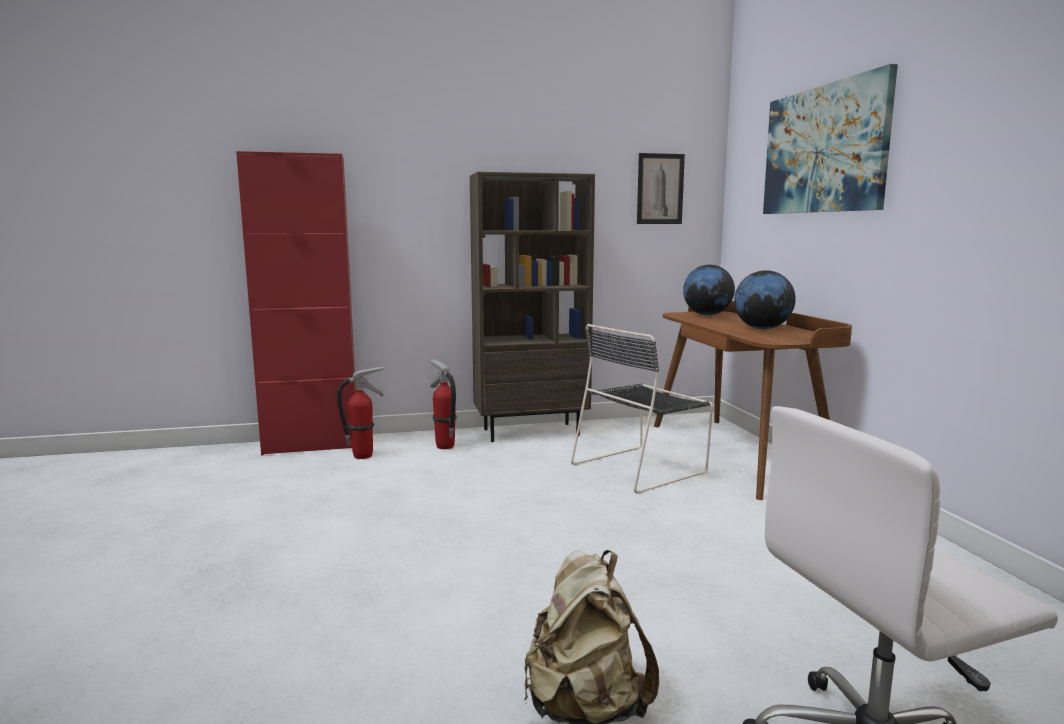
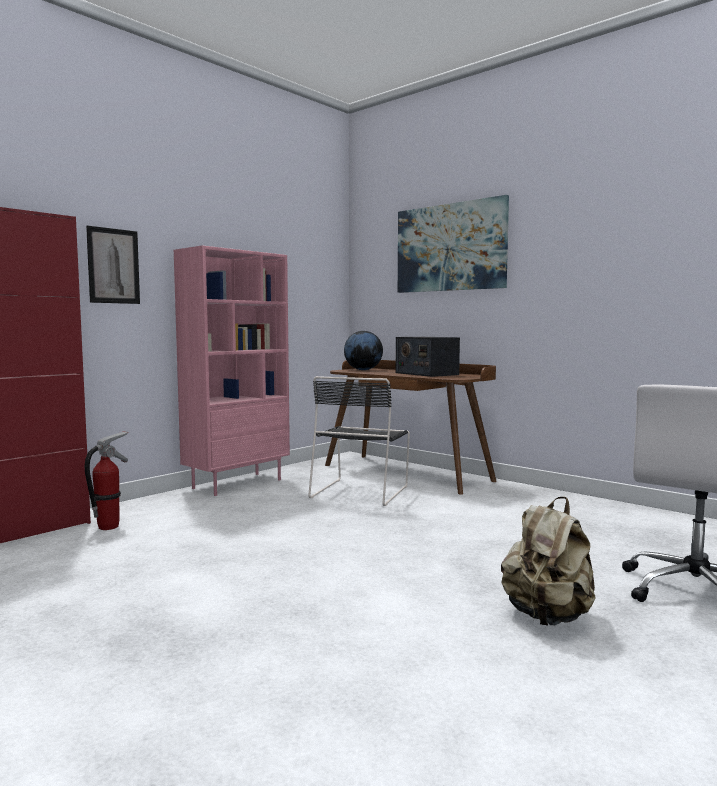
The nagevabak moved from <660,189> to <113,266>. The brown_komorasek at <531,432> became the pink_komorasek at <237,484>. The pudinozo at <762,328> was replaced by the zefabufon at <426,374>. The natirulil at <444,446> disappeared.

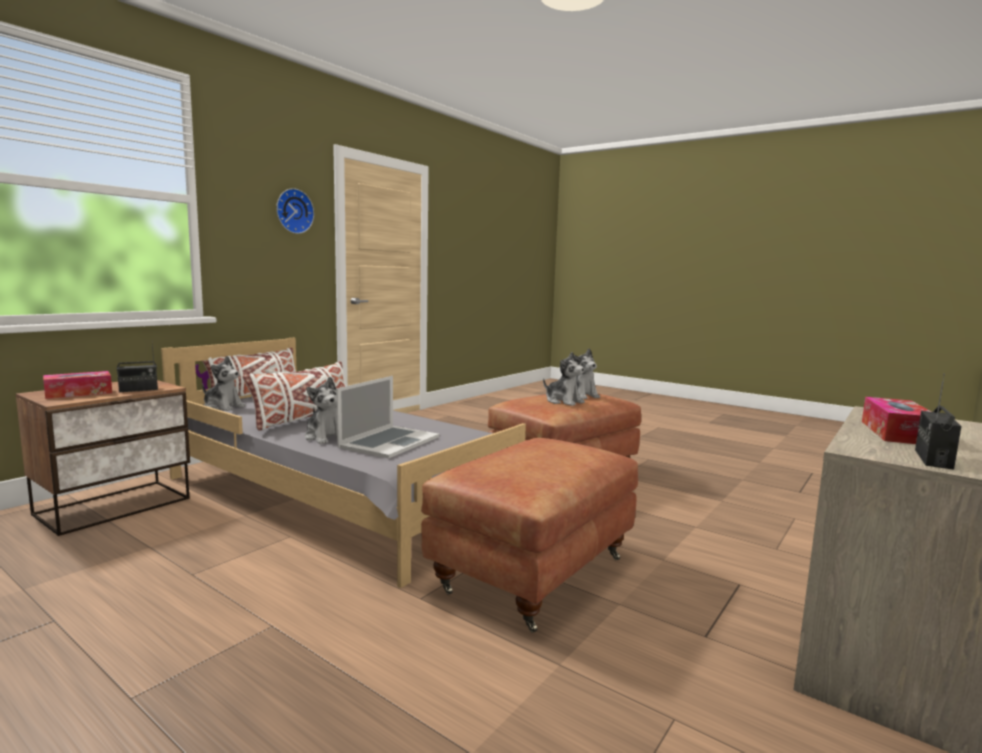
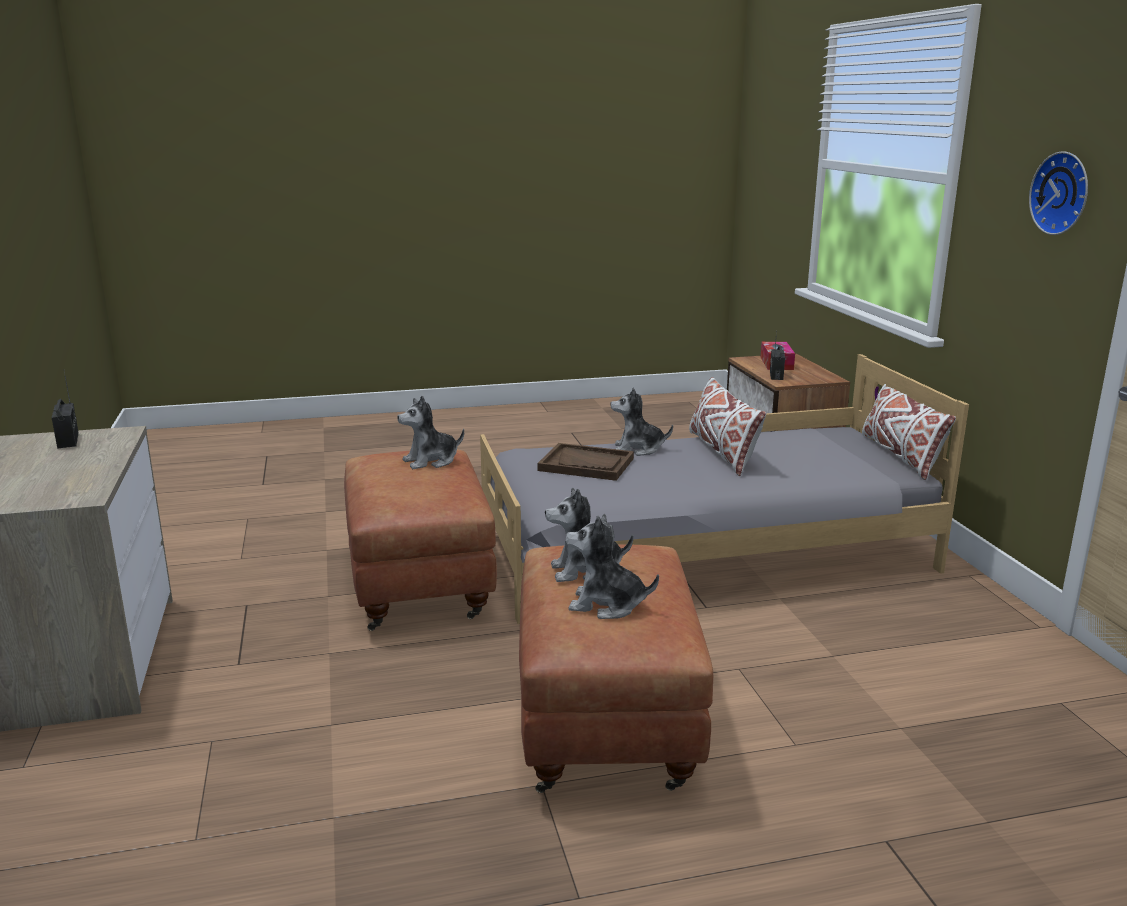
The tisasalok moved from <223,407> to <431,461>. The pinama at <389,442> was replaced by the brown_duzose at <586,464>. The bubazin at <896,433> disappeared.

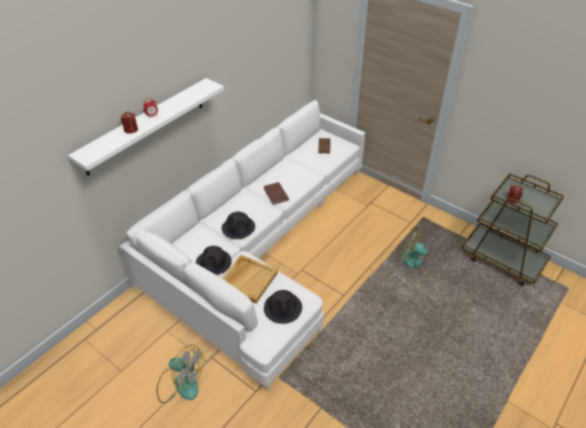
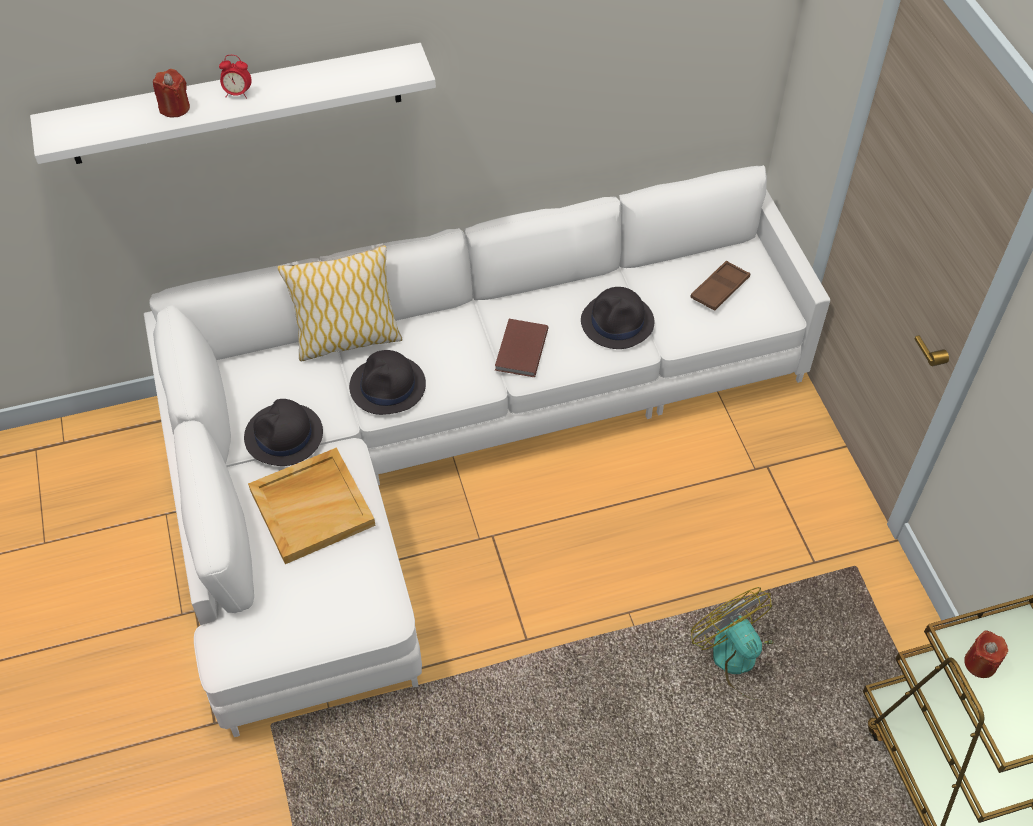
The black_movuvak moved from <283,308> to <618,322>. The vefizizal at <180,383> disappeared. The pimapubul at <347,339> appeared.

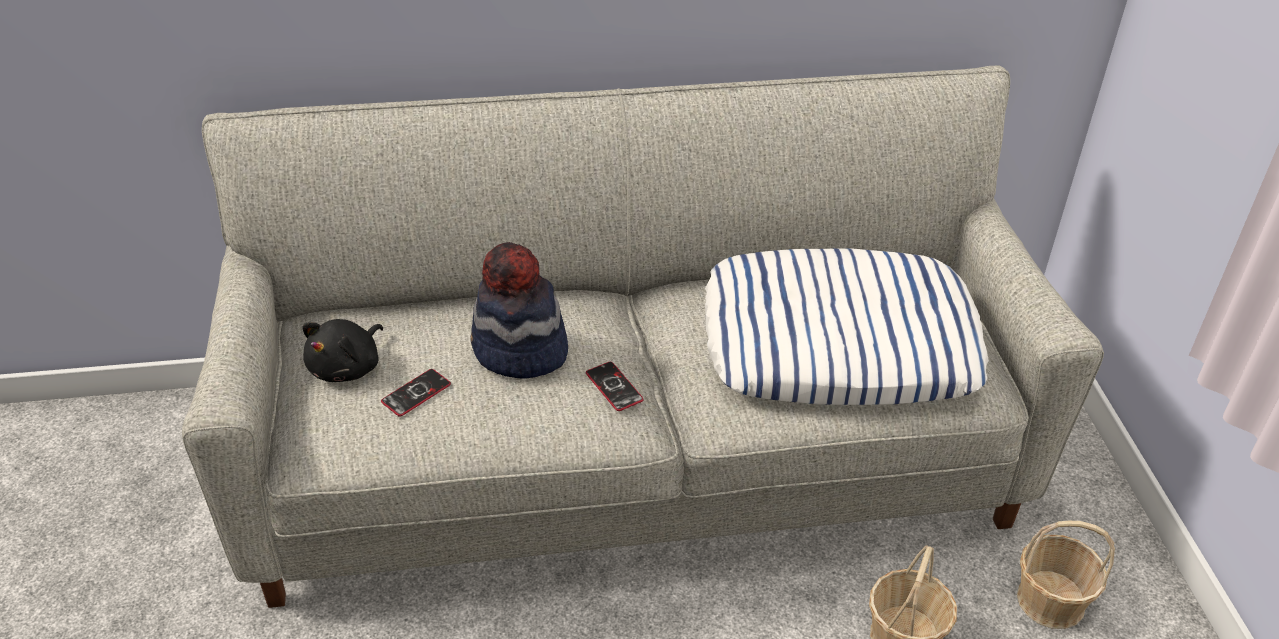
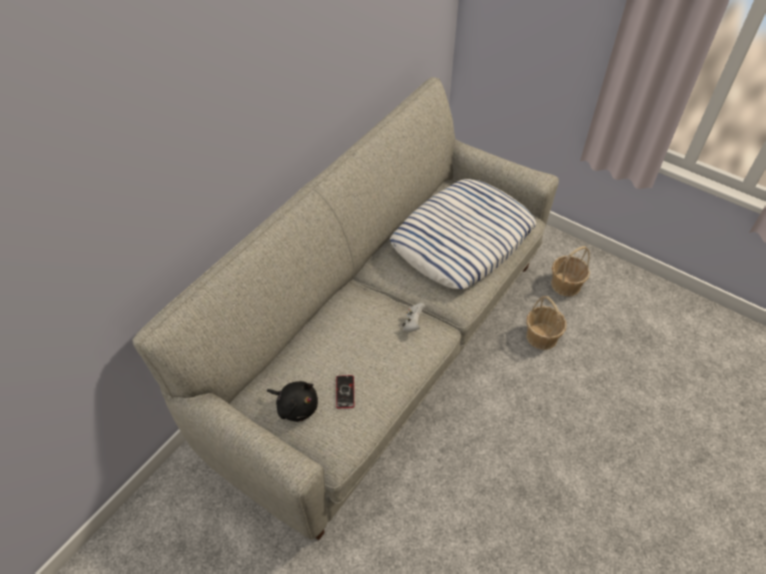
The movuvak at <519,350> disappeared. The black_tisasalok at <347,367> turned 45 degrees counterclockwise. The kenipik at <614,387> was replaced by the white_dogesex at <412,323>.

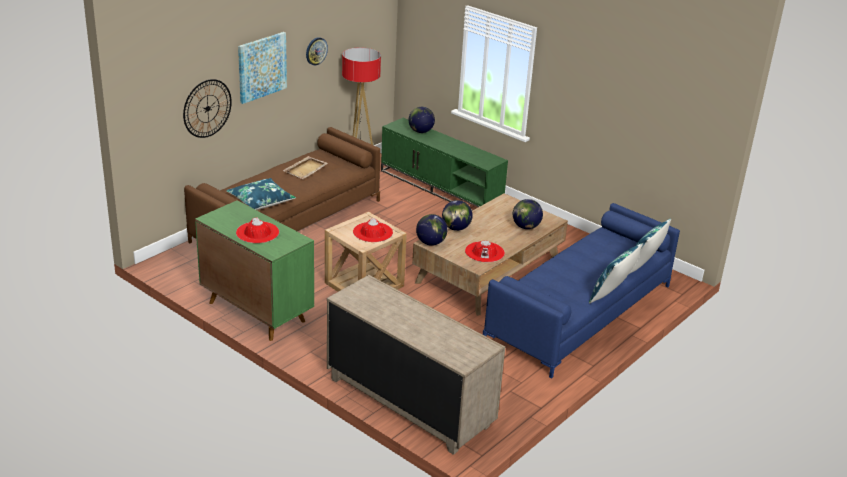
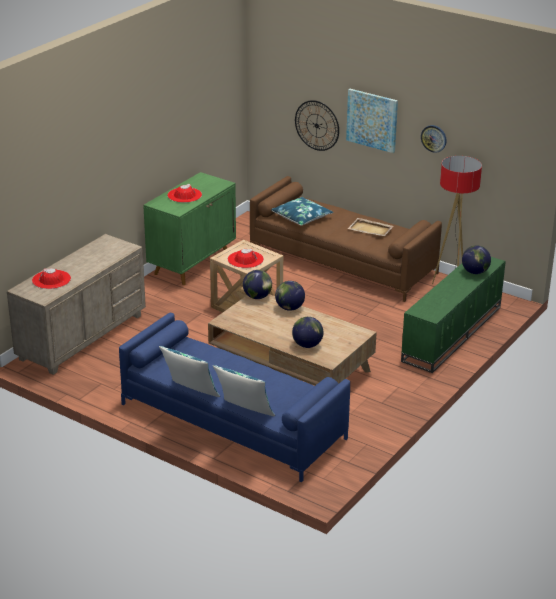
The red_movuvak moved from <484,252> to <51,279>.

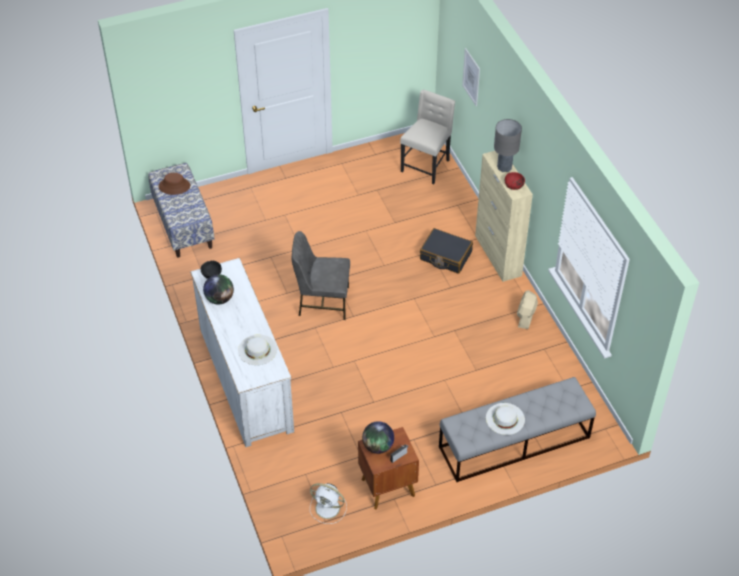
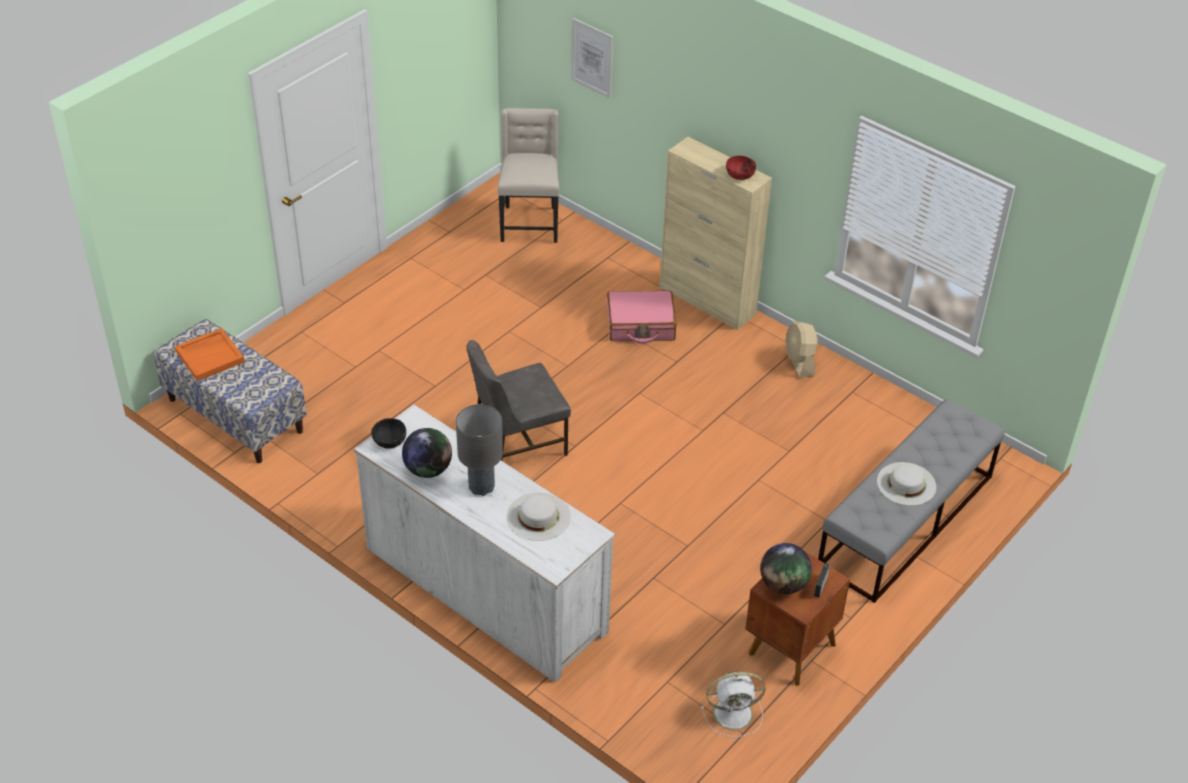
The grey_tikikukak moved from <504,167> to <482,487>. The brown_movuvak at <174,186> was replaced by the orange_duzose at <210,356>. The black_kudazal at <445,256> became the pink_kudazal at <640,325>.

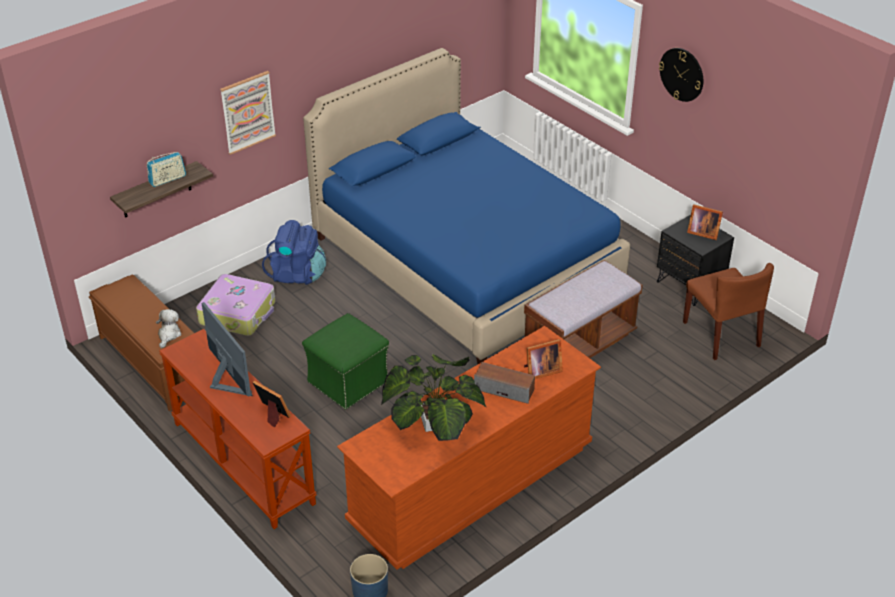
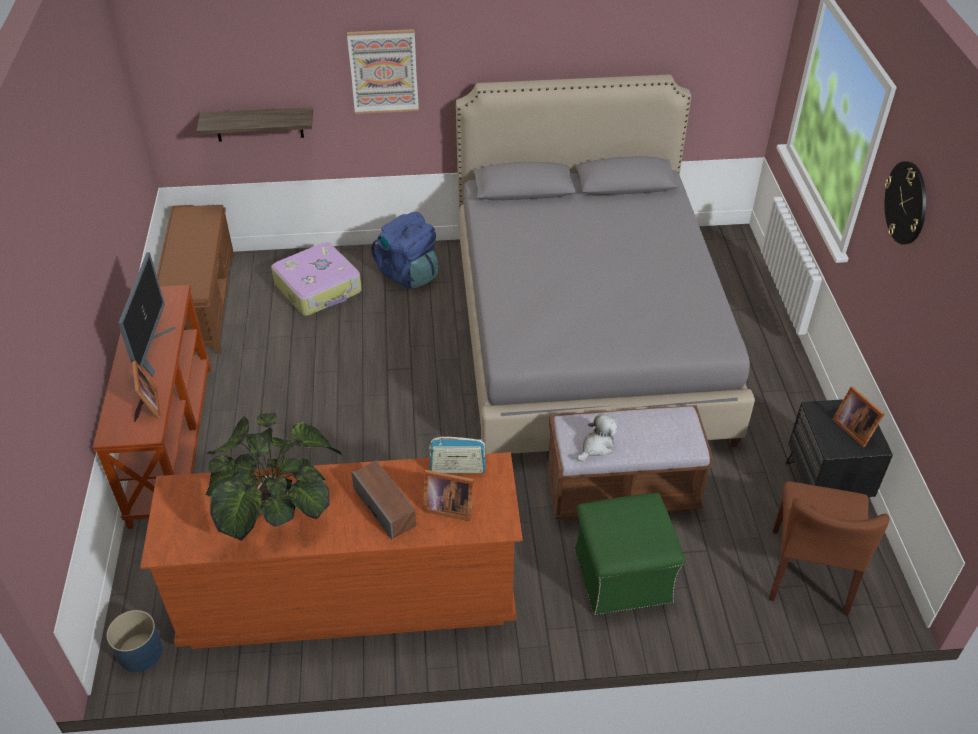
The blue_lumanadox at <465,261> became the grey_lumanadox at <585,335>. The zefabufon moved from <167,179> to <457,468>. The tisasalok moved from <168,335> to <597,446>. The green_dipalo moved from <347,382> to <621,576>.

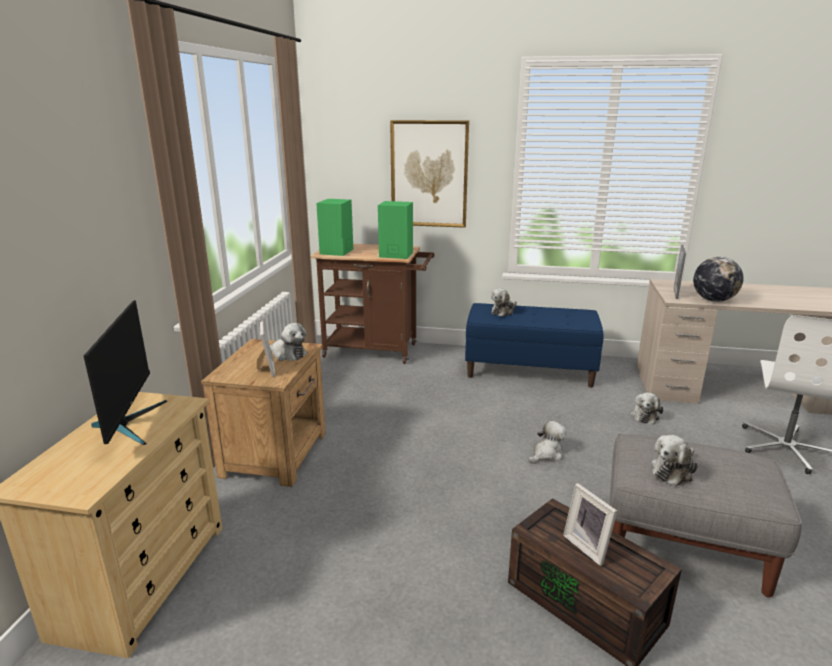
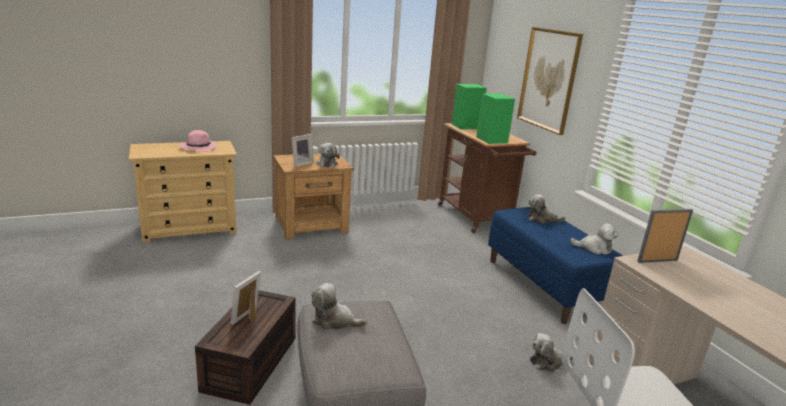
The pudinozo at <713,300> disappeared. The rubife at <129,423> was replaced by the pink_movuvak at <199,147>. The tisasalok moved from <546,454> to <594,248>.

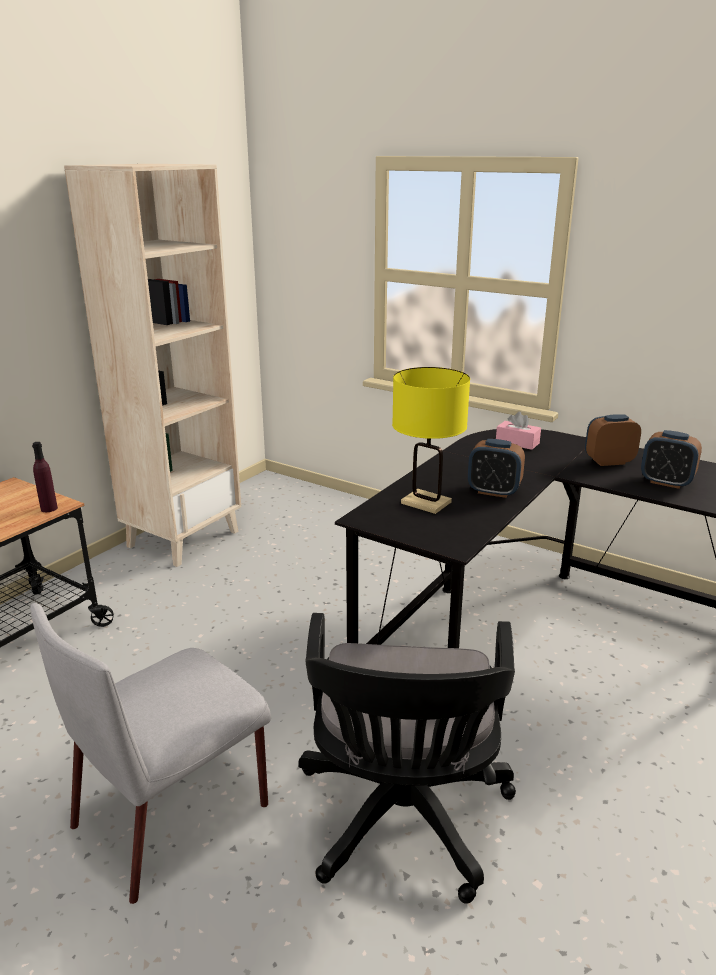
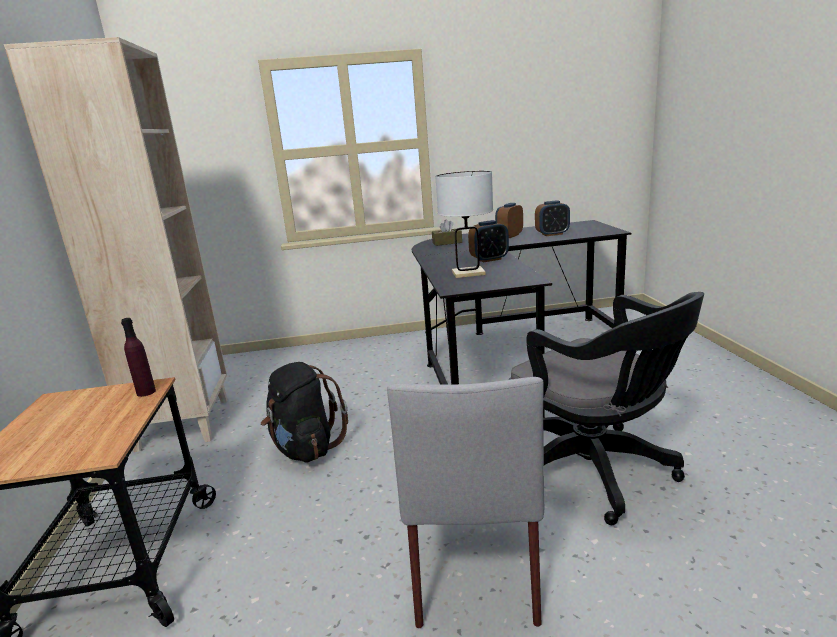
The yellow_tikikukak at <426,503> became the white_tikikukak at <468,273>. The pink_bubazin at <517,442> became the brown_bubazin at <447,243>. The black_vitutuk at <305,448> appeared.

